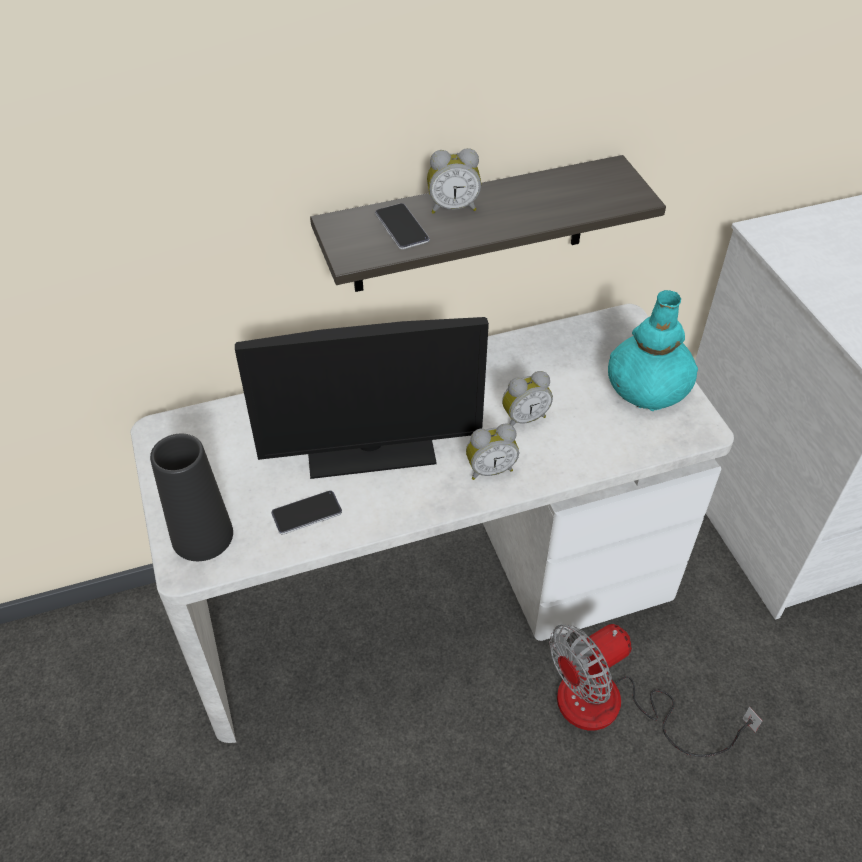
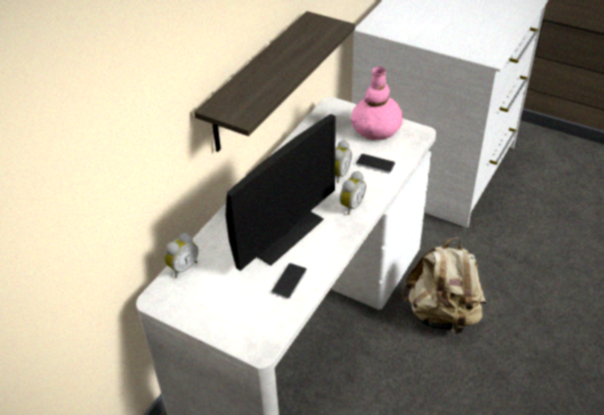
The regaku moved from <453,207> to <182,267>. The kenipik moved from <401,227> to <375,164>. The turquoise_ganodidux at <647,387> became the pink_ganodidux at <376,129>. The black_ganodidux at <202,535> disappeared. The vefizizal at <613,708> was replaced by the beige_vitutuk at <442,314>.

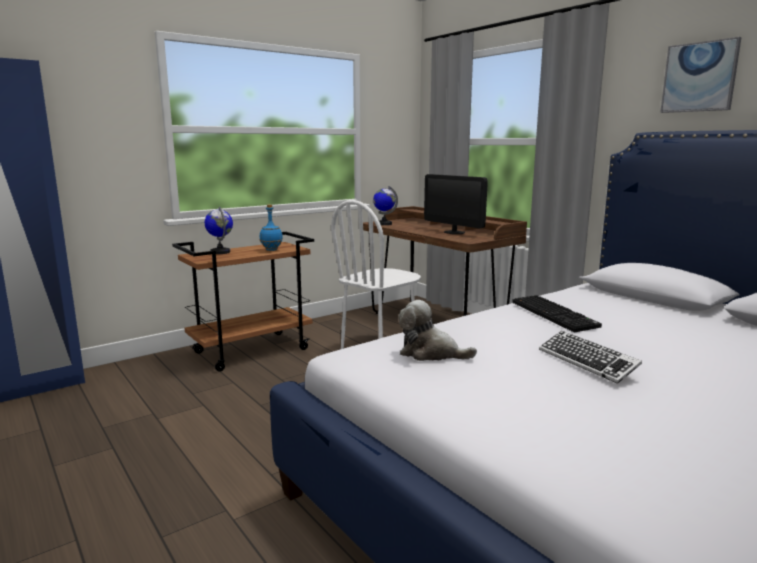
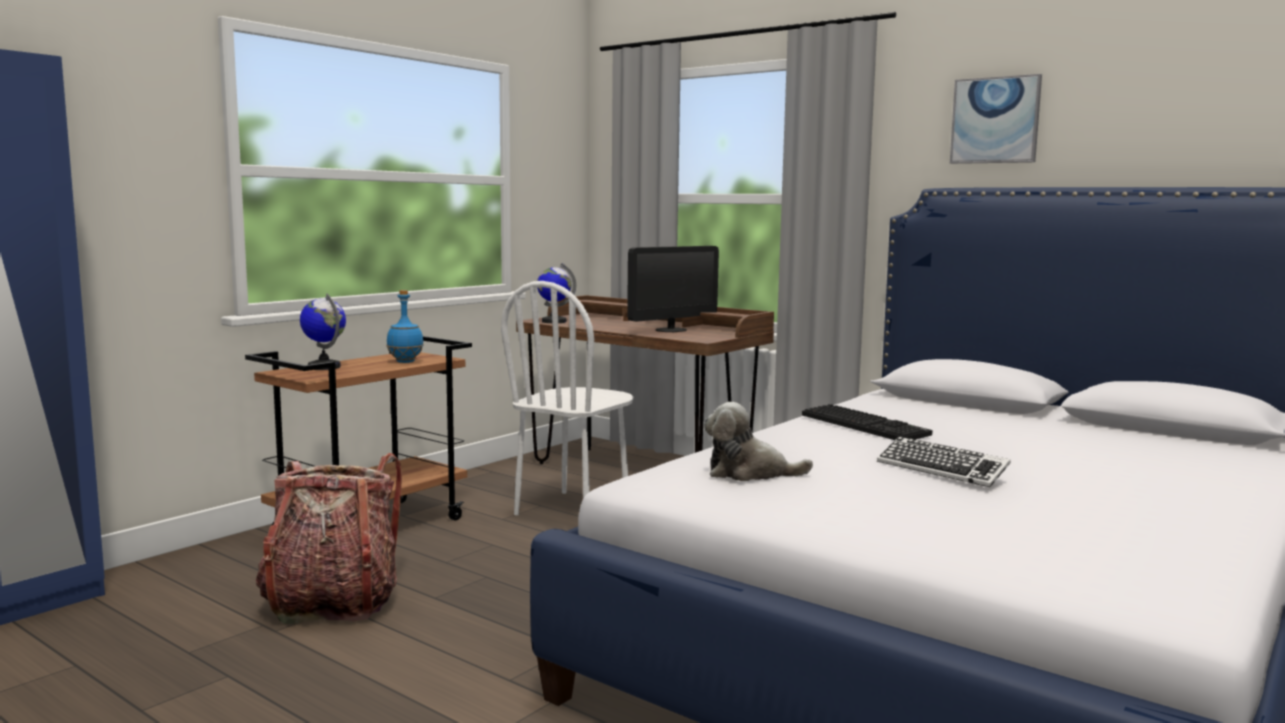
The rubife at <454,232> turned 75 degrees counterclockwise. The vitutuk at <332,603> appeared.

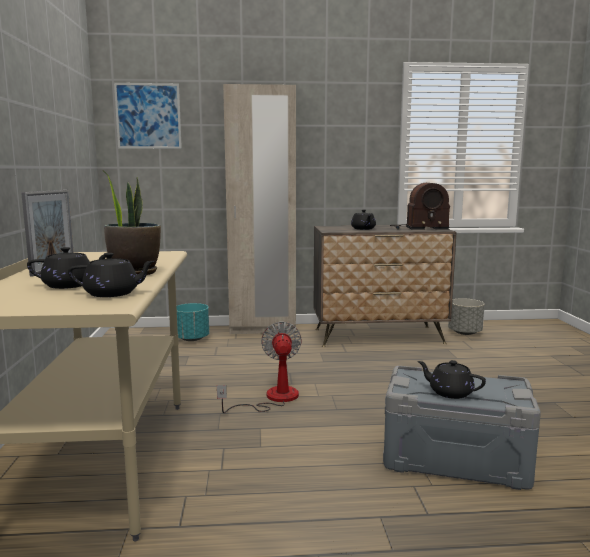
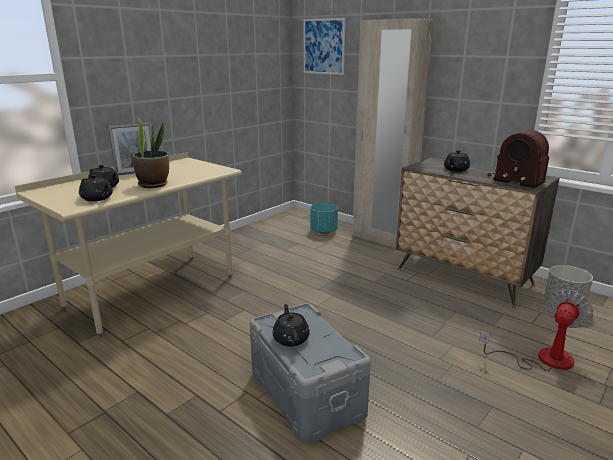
The vefizizal moved from <272,399> to <542,359>.

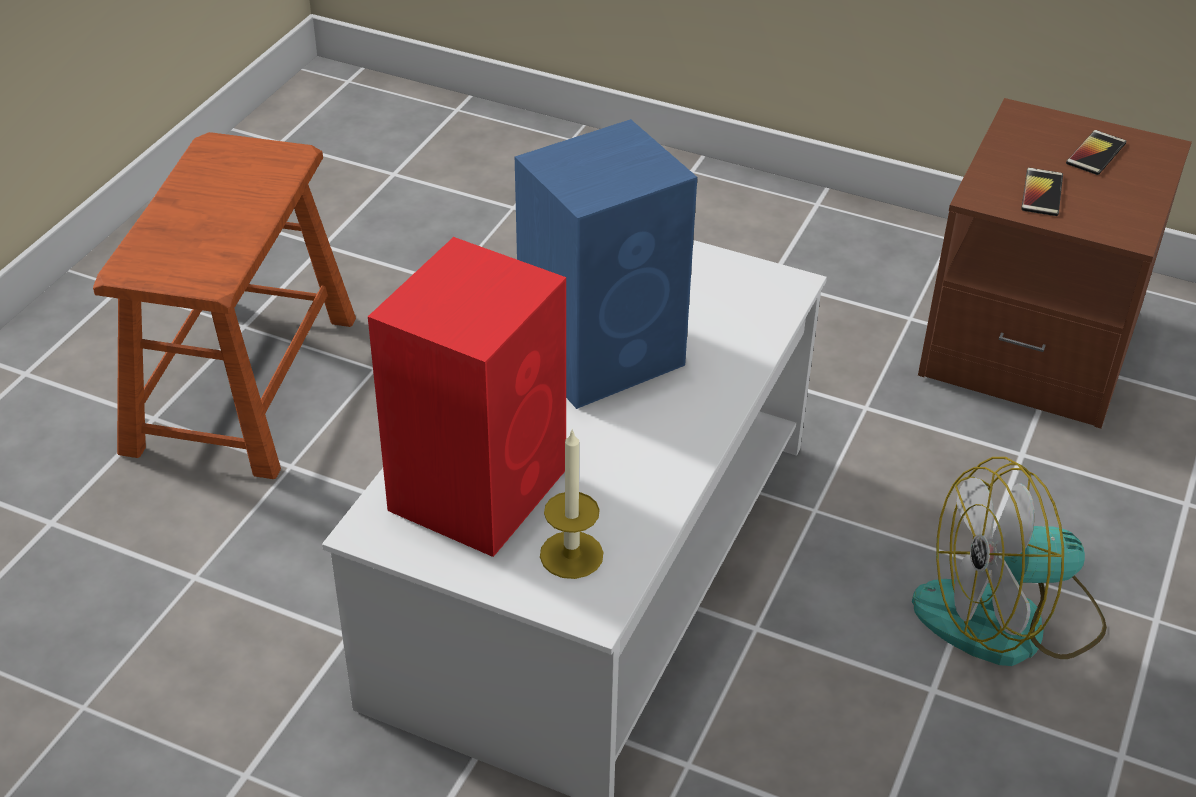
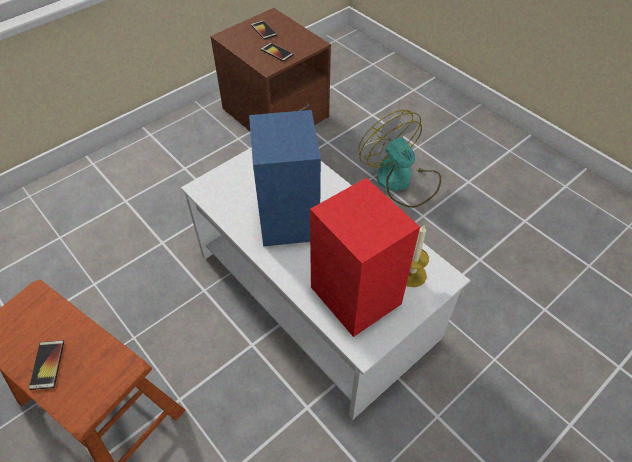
The vefizizal at <1009,619> turned 135 degrees clockwise. The kenipik at <47,365> appeared.

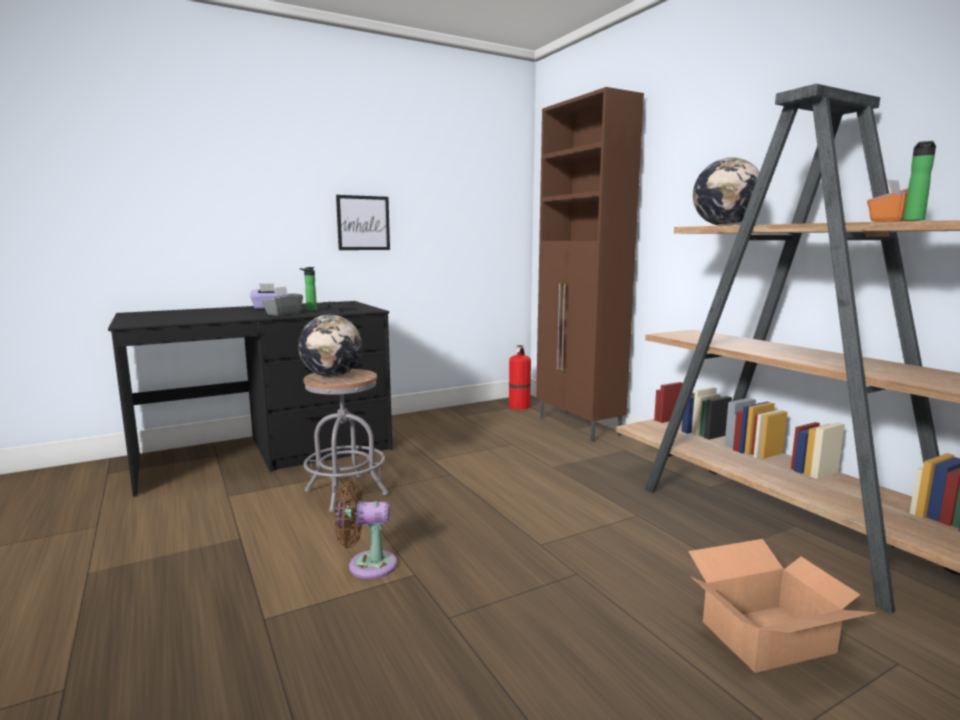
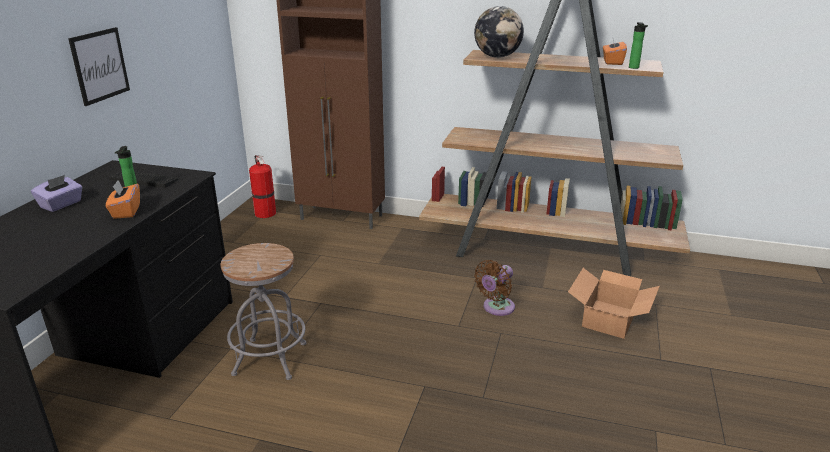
The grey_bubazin at <283,314> became the orange_bubazin at <126,211>. The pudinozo at <332,376> disappeared. The brown_vefizizal moved from <367,565> to <496,308>.

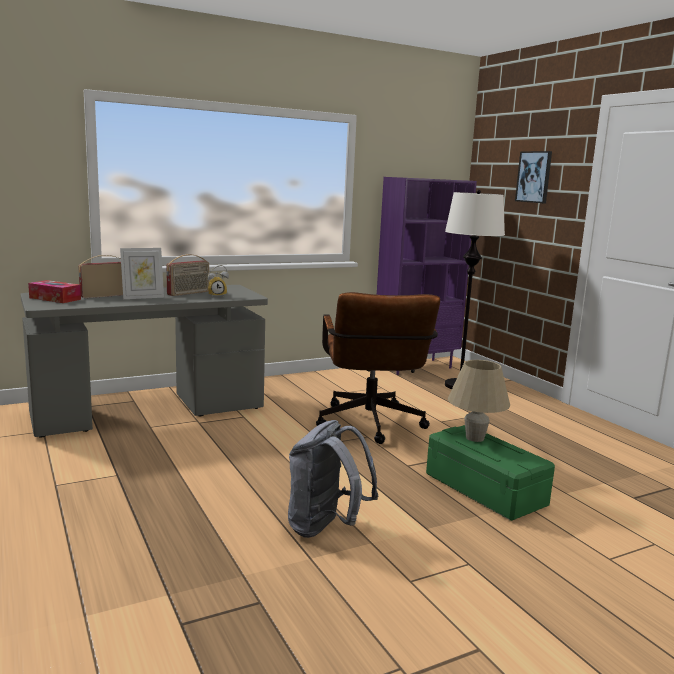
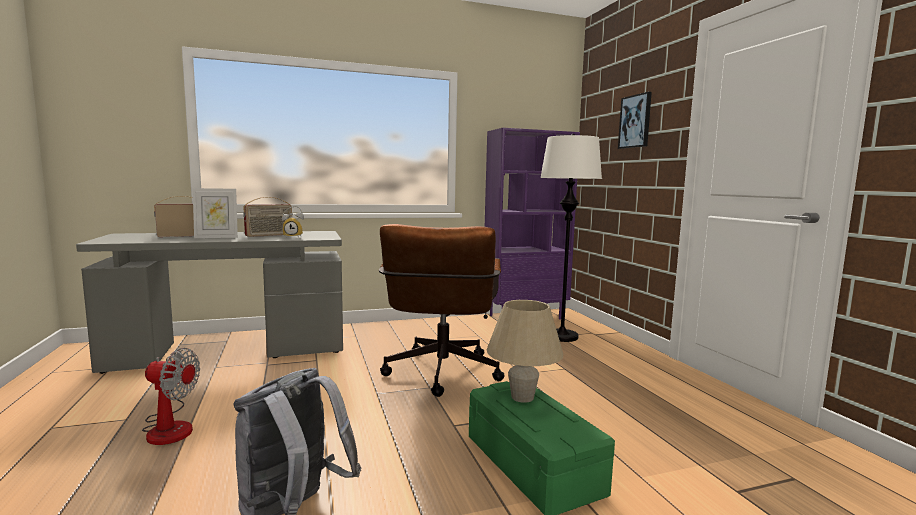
The bubazin at <55,298> disappeared. The vefizizal at <170,427> appeared.

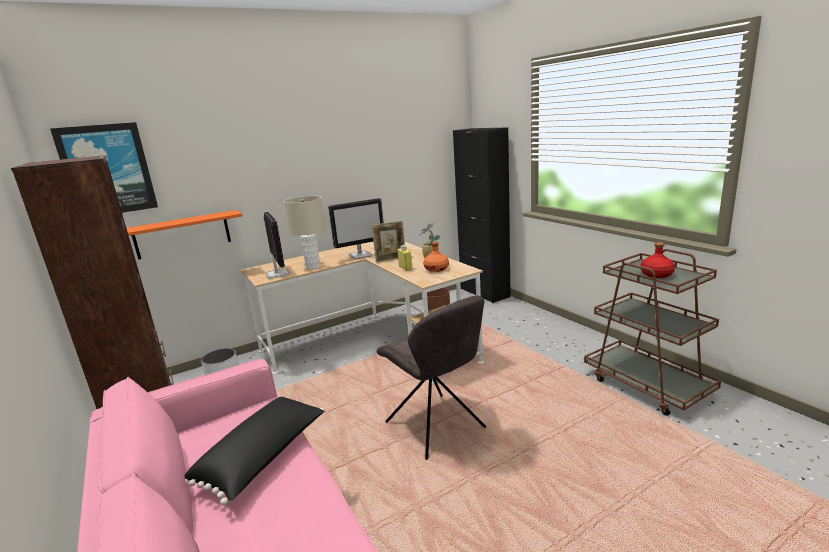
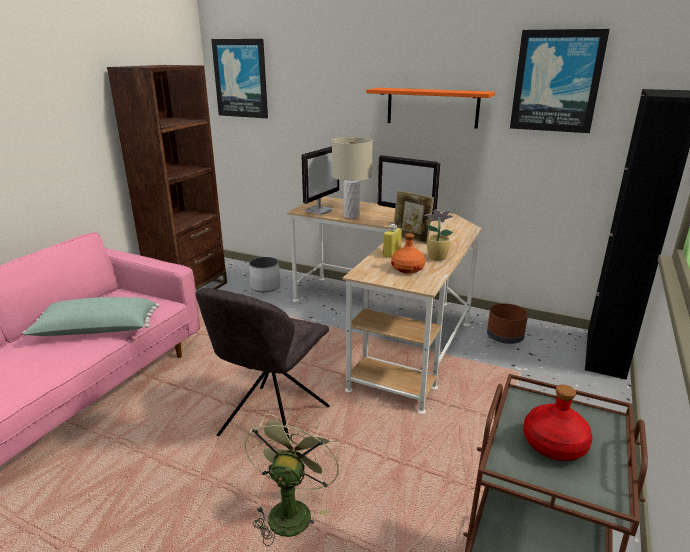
The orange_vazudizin moved from <182,234> to <432,107>. The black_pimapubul at <264,458> became the green_pimapubul at <97,331>. The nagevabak at <556,81> appeared. The green_vefizizal at <291,509> appeared.

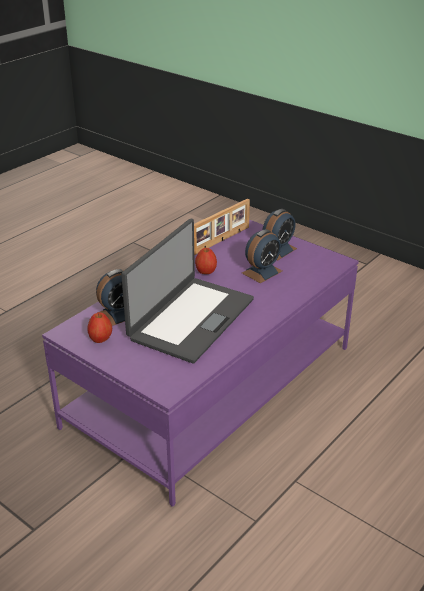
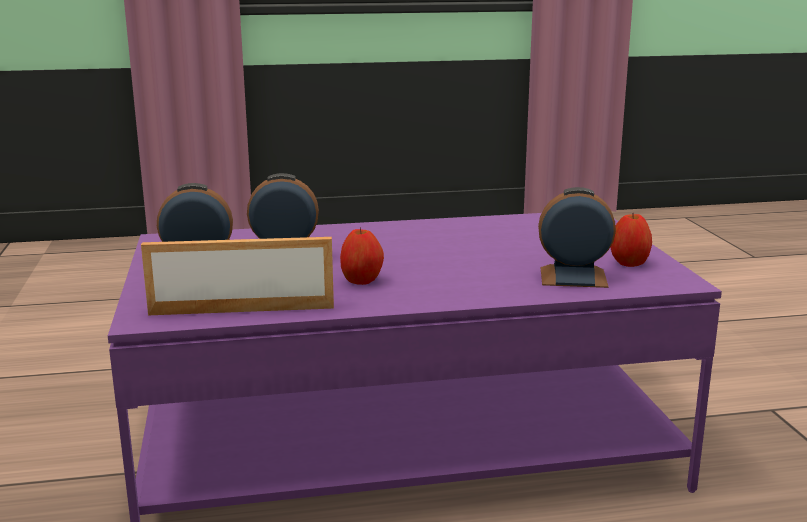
The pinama at <190,318> disappeared.

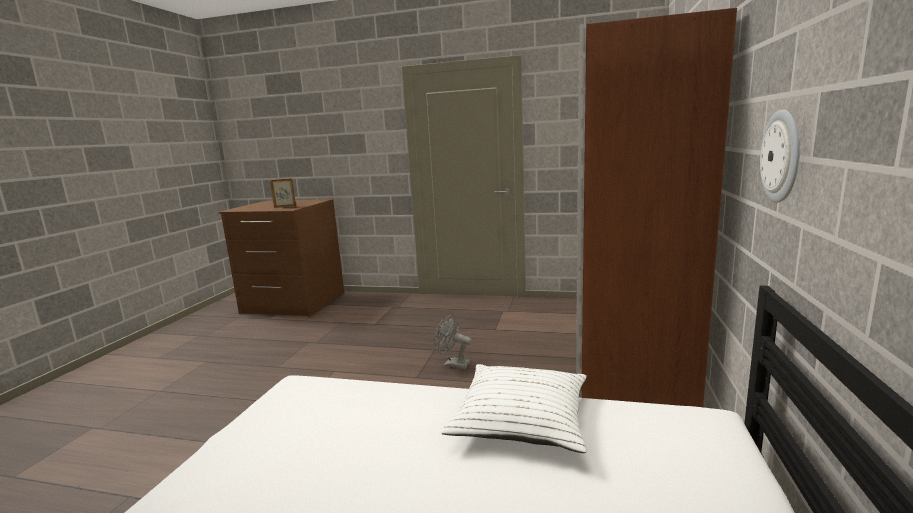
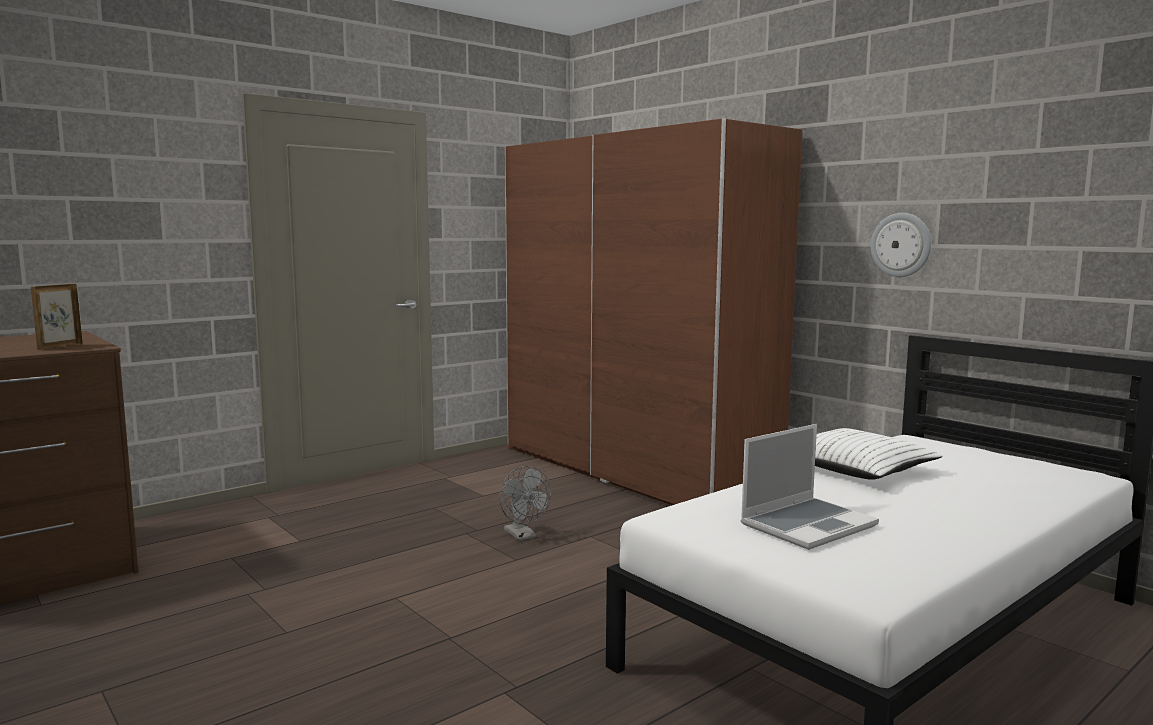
The grey_vefizizal at <452,364> turned 90 degrees counterclockwise. The pinama at <808,524> appeared.

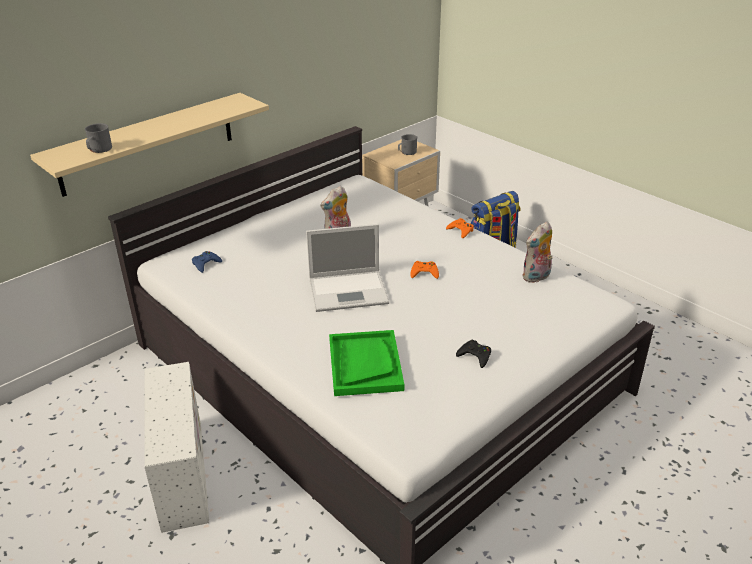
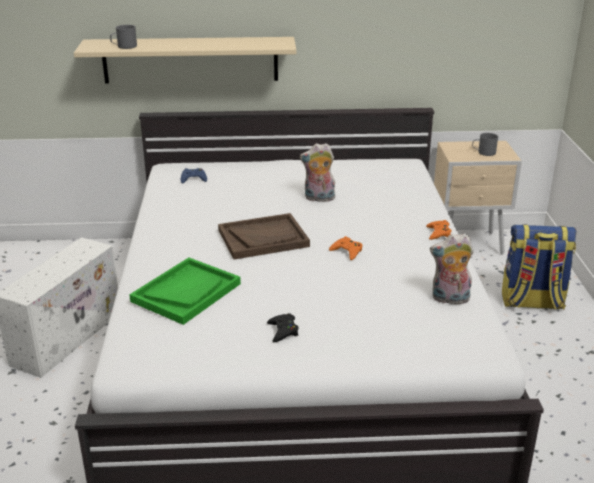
The pinama at <350,291> was replaced by the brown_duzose at <263,238>.

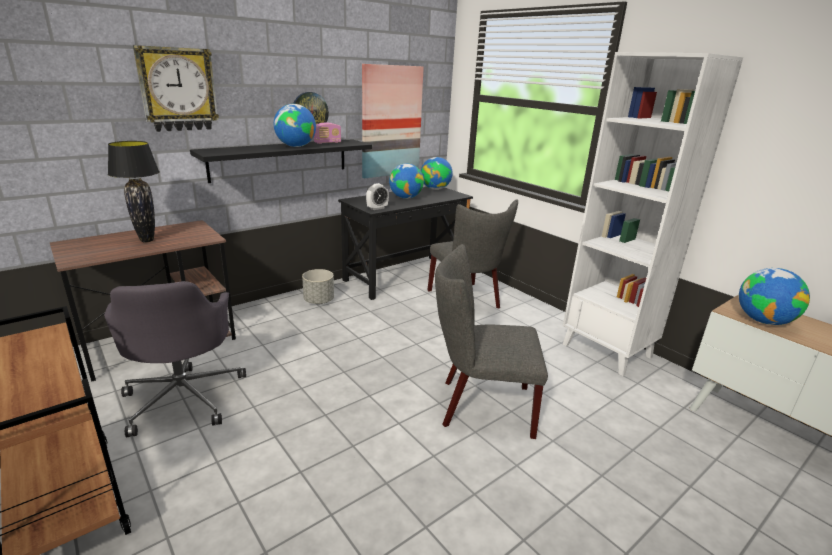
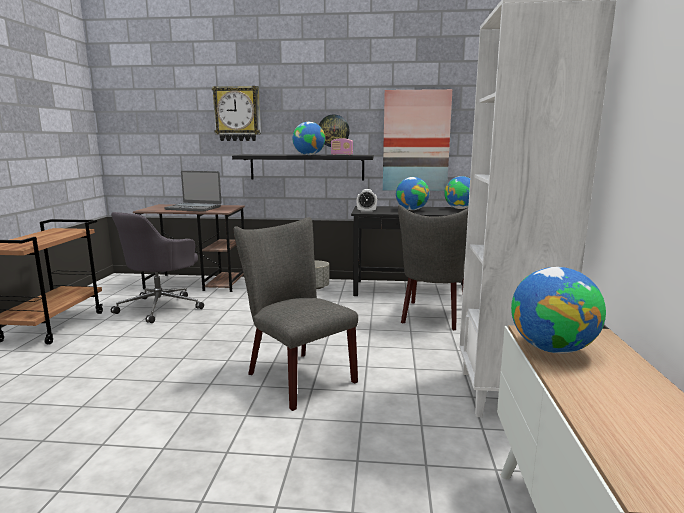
The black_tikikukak at <147,240> was replaced by the pinama at <194,208>.

